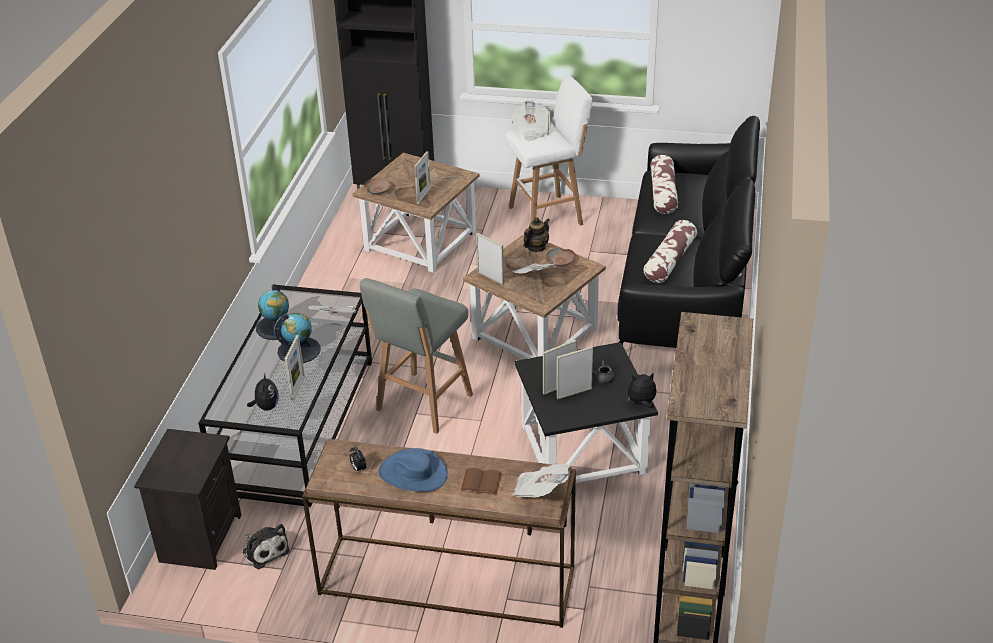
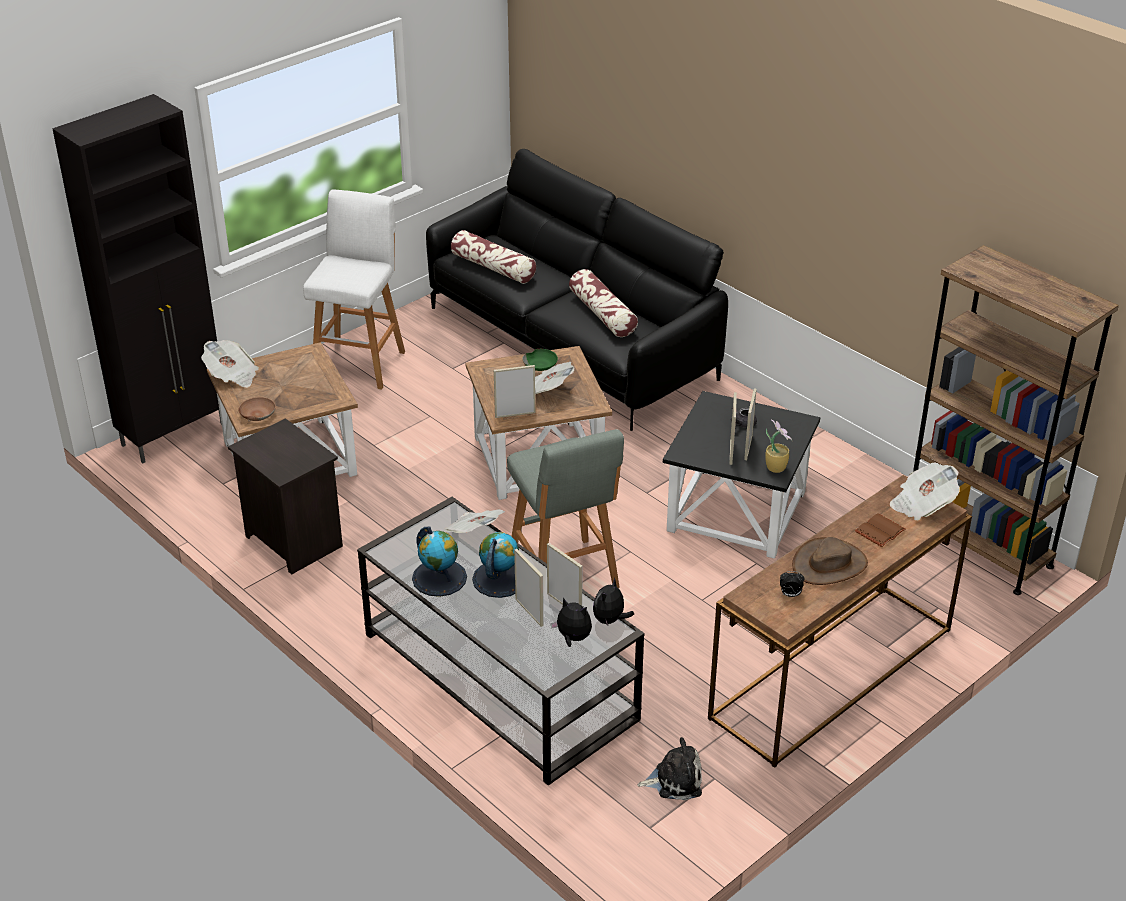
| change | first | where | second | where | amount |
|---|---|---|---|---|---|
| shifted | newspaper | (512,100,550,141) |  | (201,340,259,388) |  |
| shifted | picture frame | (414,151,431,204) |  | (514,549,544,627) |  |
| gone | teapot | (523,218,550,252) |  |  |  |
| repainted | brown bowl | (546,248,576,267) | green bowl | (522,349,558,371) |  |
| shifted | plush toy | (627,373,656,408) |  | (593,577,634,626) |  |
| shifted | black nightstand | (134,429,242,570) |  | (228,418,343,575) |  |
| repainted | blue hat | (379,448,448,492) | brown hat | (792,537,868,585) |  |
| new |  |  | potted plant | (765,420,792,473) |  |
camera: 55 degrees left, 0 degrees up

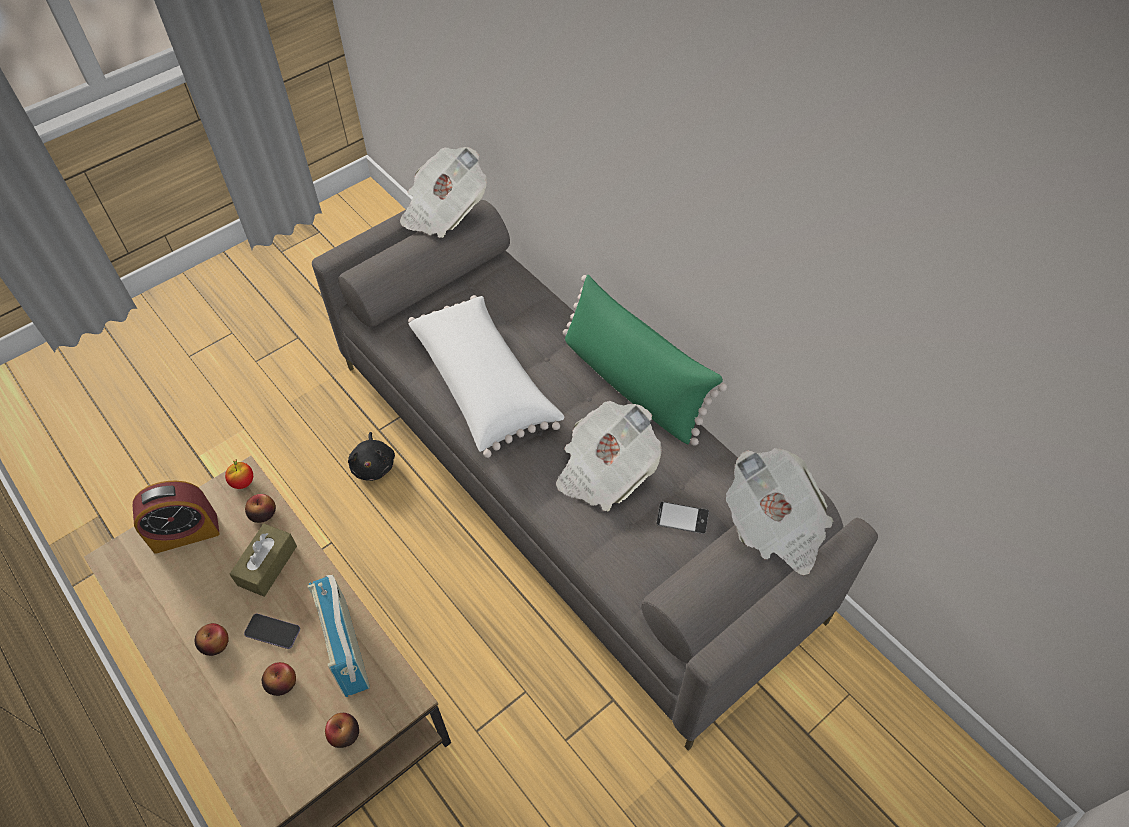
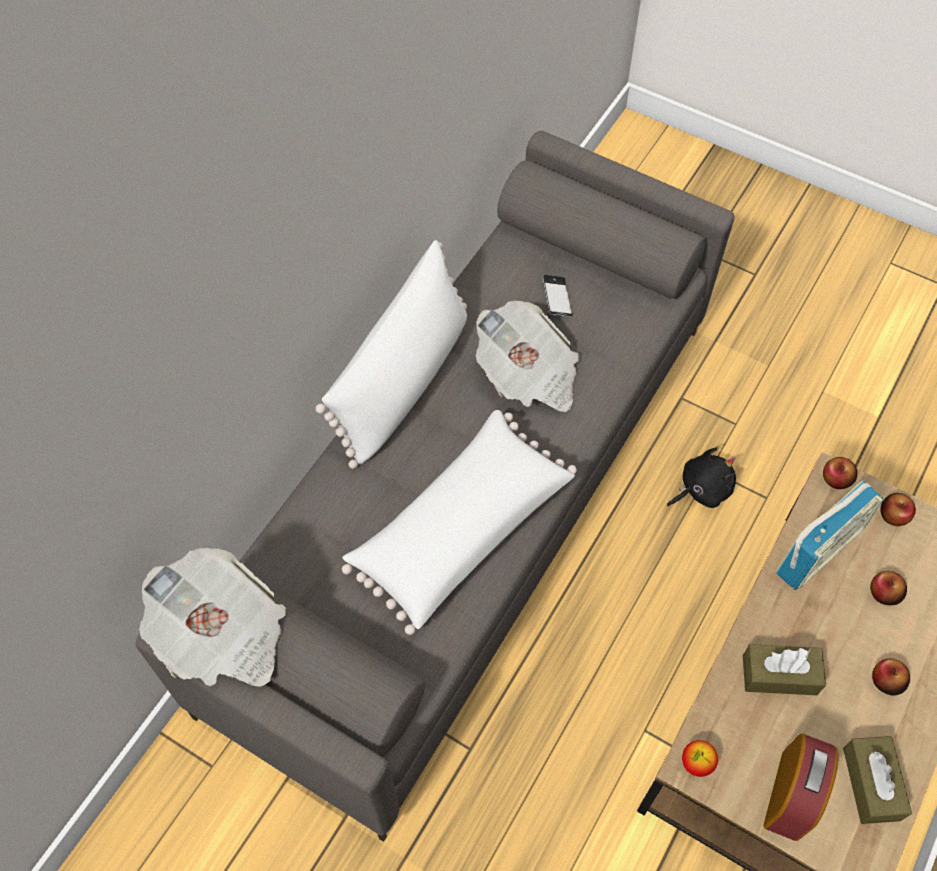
| change | first | where | second | where | amount |
|---|---|---|---|---|---|
| repainted | green pillow | (563,275,727,446) | white pillow | (316,240,467,469) |  |
| shifted | black plush toy | (348,432,395,481) |  | (667,447,736,508) |  |
| gone | newspaper | (726,448,833,575) |  |  |  |
| rotated | alarm clock | (133,481,219,554) |  | (763,734,838,841) | 60 degrees clockwise |
| shifted | apple | (245,494,276,523) |  | (823,457,857,489) |  |
| gone | phone | (244,614,300,649) |  |  |  |
| new |  |  | brown tissue box | (843,736,912,824) |  |
camera: 110 degrees left, 5 degrees up

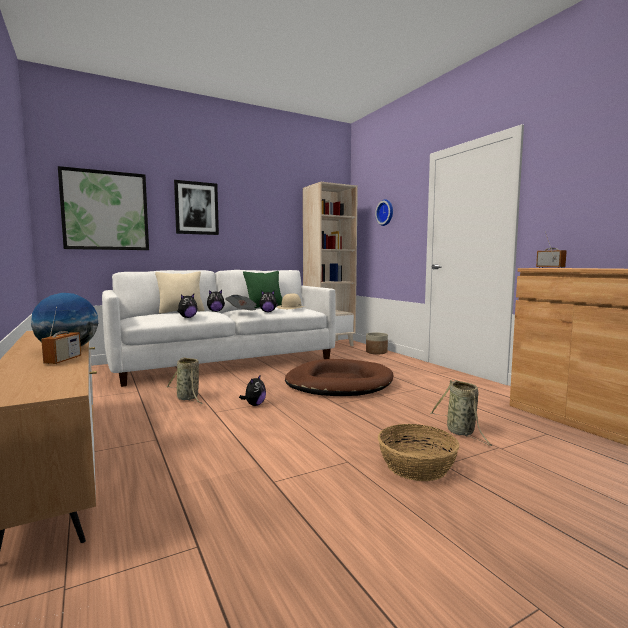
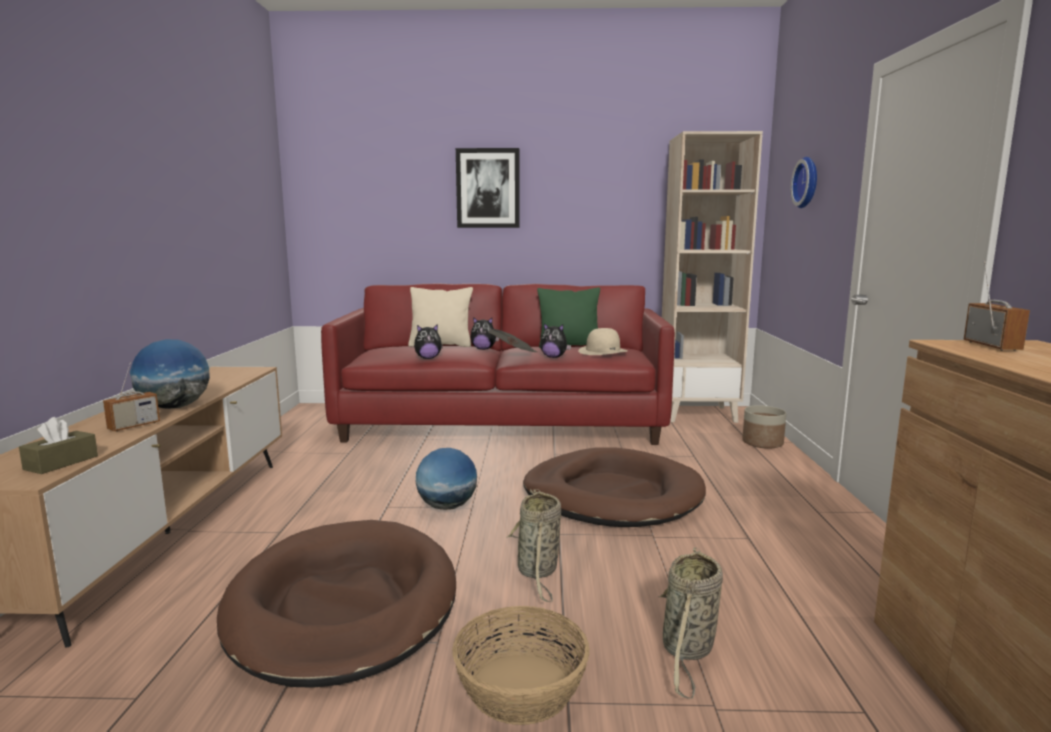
| change | first | where | second | where | amount |
|---|---|---|---|---|---|
| gone | picture | (58,166,149,250) |  |  |  |
| repainted | white sofa | (102,270,336,387) | red sofa | (321,283,675,445) |  |
| shifted | basket | (167,357,203,404) |  | (506,489,561,602) |  |
| swapped | plush toy | (239,374,266,406) | globe | (416,448,477,510) |  |
| new |  |  | brown tissue box | (19,417,98,474) |  |
| new |  |  | brown dog bed | (217,520,456,688) |  |
camera: 30 degrees right, 5 degrees up

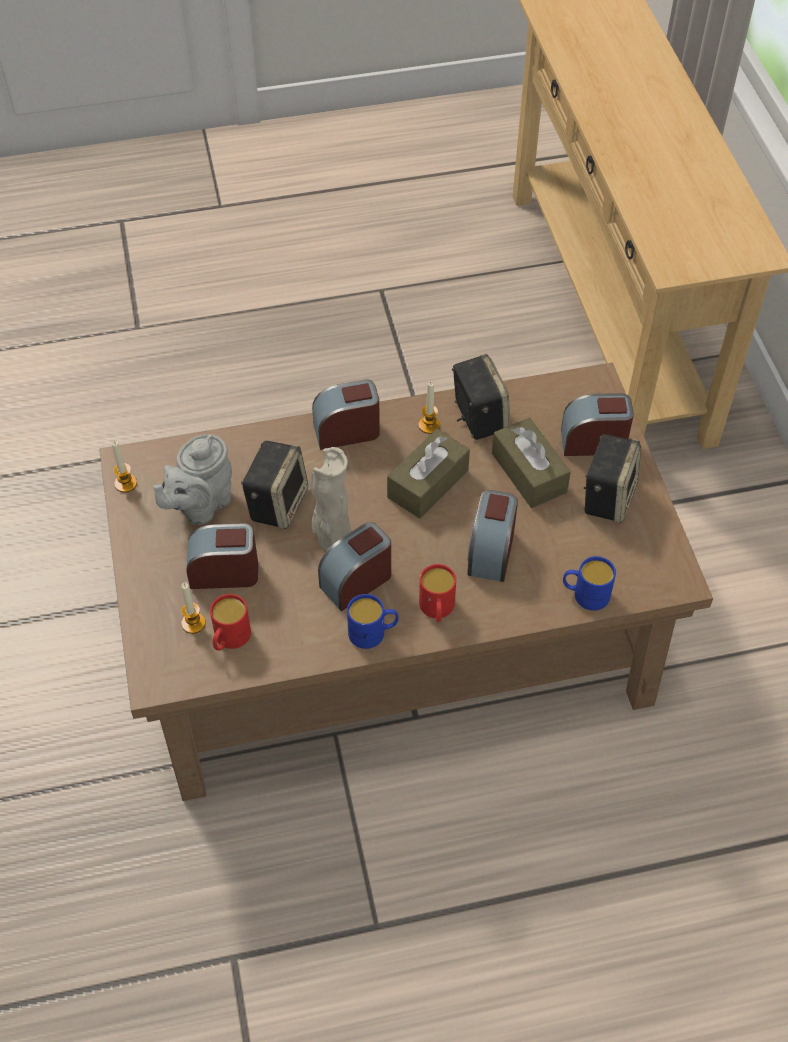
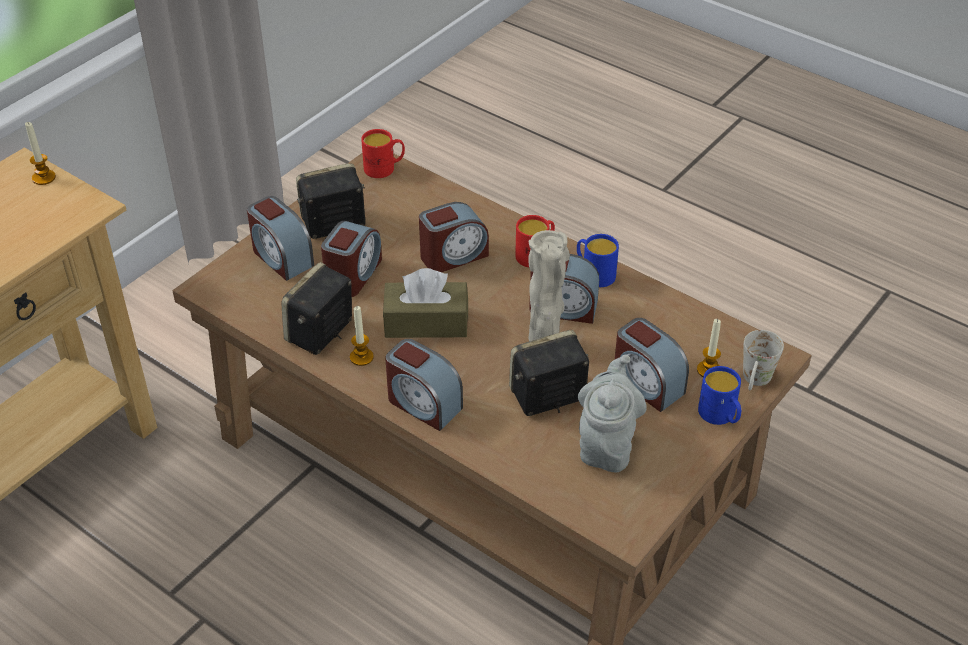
| change | first | where | second | where | amount |
|---|---|---|---|---|---|
| swapped | brown tissue box | (492,418,571,508) | alarm clock | (321,221,382,297) |  |
| rotated | grey teapot | (154,434,232,525) |  | (578,354,646,472) | 75 degrees counterclockwise |
| shifted | candle | (112,440,137,493) |  | (25,122,56,185) |  |
| shifted | blue mug | (563,556,616,611) |  | (698,366,741,425) |  |
| shifted | red mug | (210,594,251,651) |  | (361,129,405,178) |  |
| new |  |  | white mug | (743,330,784,390) |  |
camera: 130 degrees left, 10 degrees down

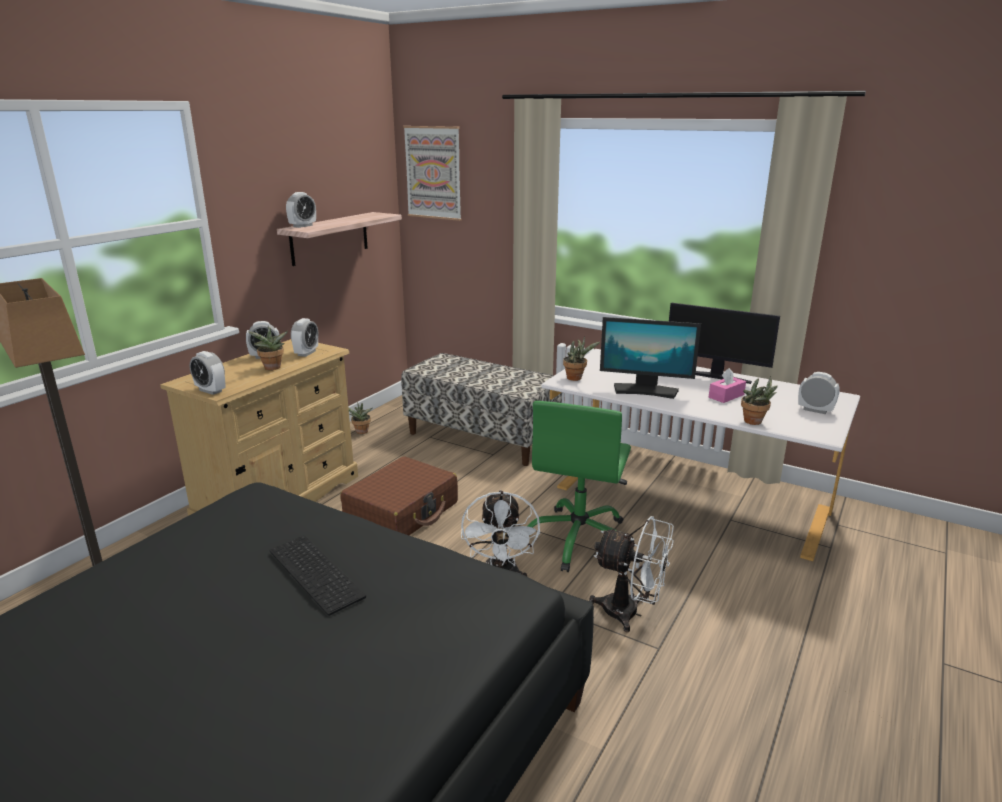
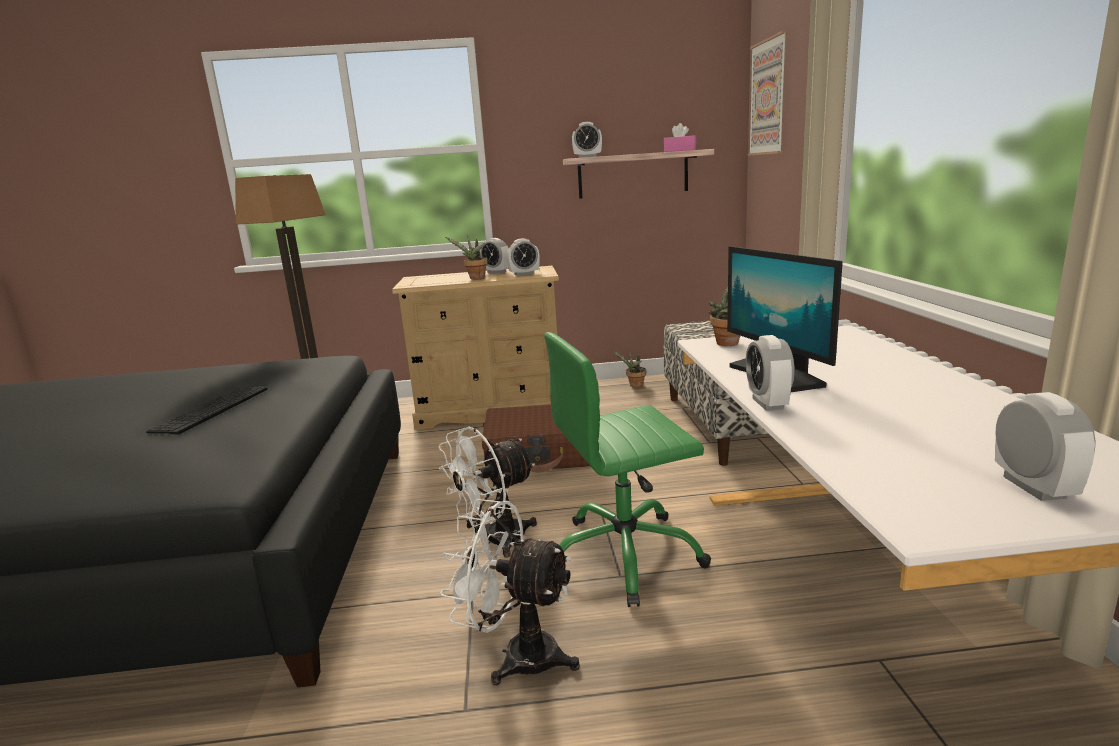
| change | first | where | second | where | amount |
|---|---|---|---|---|---|
| gone | monitor | (669,303,780,384) |  |  |  |
| shifted | alarm clock | (190,351,226,395) |  | (746,335,795,411) |  |
| shifted | pink tissue box | (709,368,746,403) |  | (664,123,696,152) |  |
| gone | potted plant | (741,376,778,425) |  |  |  |
| rotated | white fan | (589,516,674,632) |  | (440,499,580,685) | 120 degrees clockwise |
camera: 55 degrees right, 5 degrees down

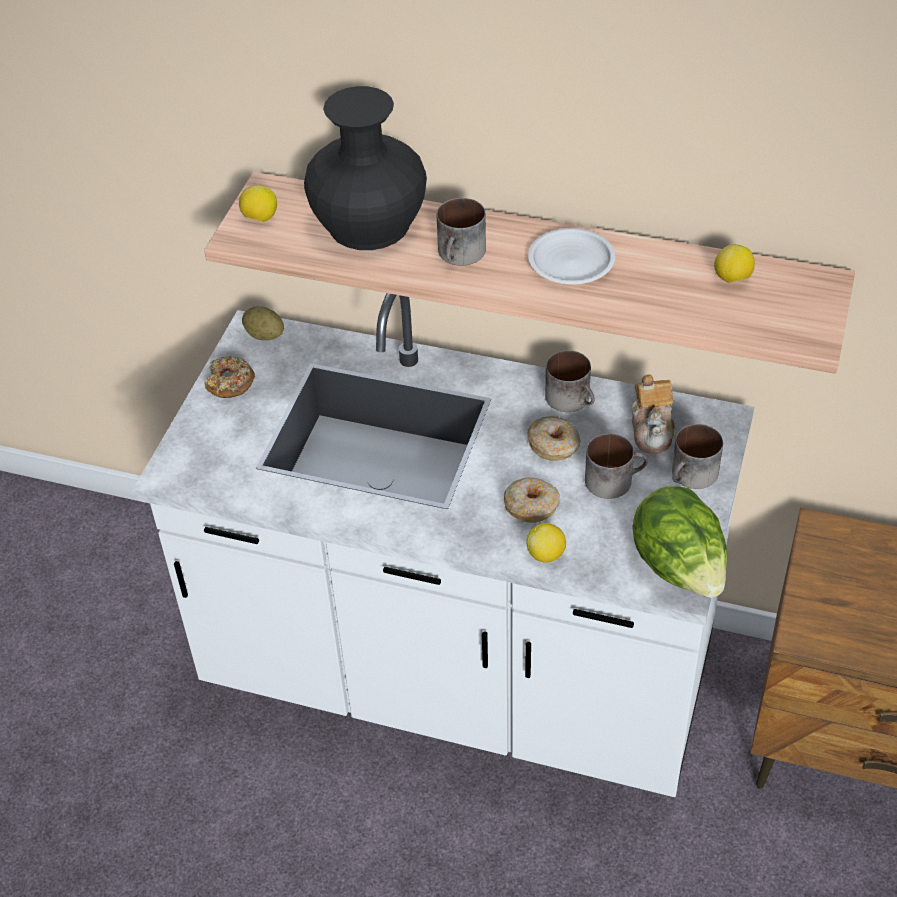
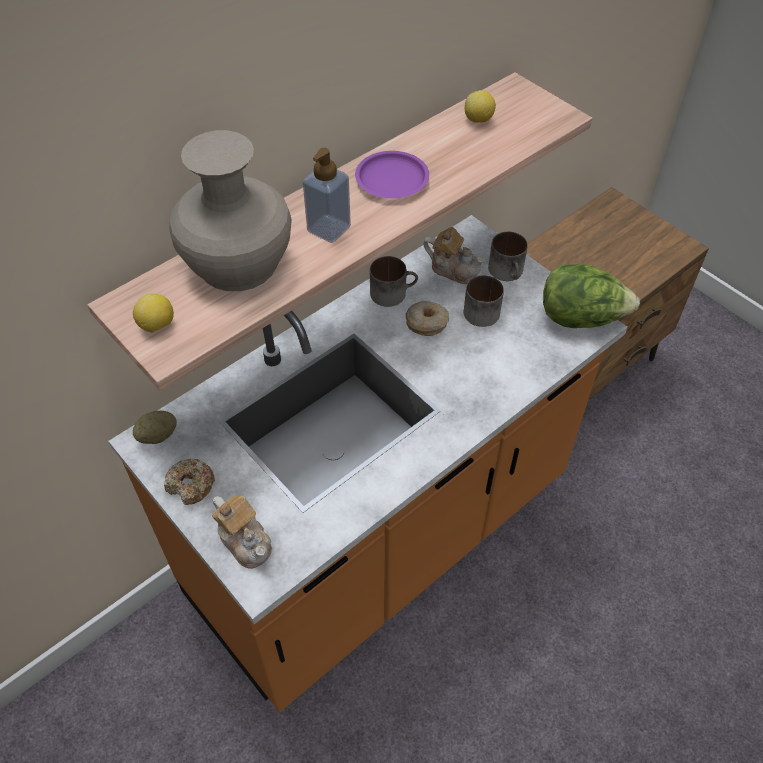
| change | first | where | second | where | amount |
|---|---|---|---|---|---|
| repainted | black vase | (304,86,427,250) | beige vase | (169,130,292,291) |  |
| swapped | mug | (437,198,486,266) | soap dispenser | (303,148,351,243) |  |
| repainted | white plate | (528,228,615,284) | purple plate | (355,151,429,199) |  |
| repainted | white counter | (132,293,754,797) | orange counter | (108,215,628,712) |  |
| gone | donut | (504,477,560,523) |  |  |  |
| gone | lemon | (526,523,566,563) |  |  |  |
| new |  |  | teapot | (212,495,272,569) |  |
camera: 60 degrees left, 5 degrees up

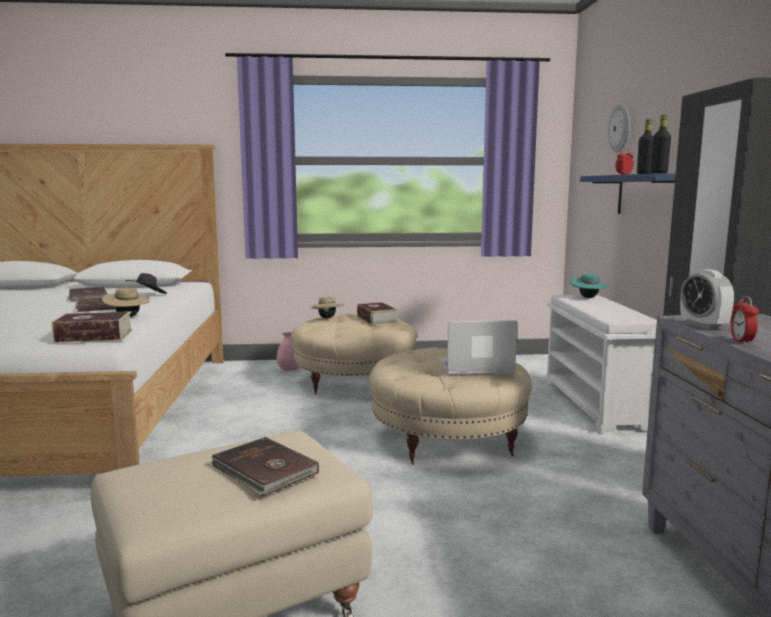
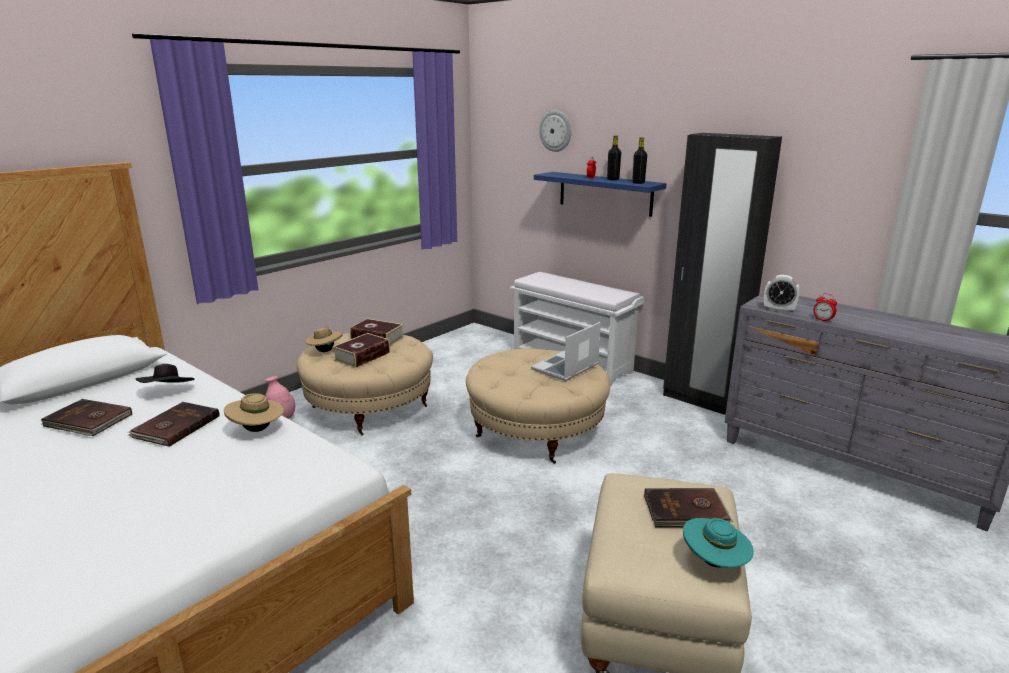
| change | first | where | second | where | amount |
|---|---|---|---|---|---|
| shifted | turquoise hat | (570,274,608,298) |  | (683,518,754,568) |  |
| shifted | book | (51,311,133,343) |  | (332,333,390,368) |  |
camera: 45 degrees left, 10 degrees up

